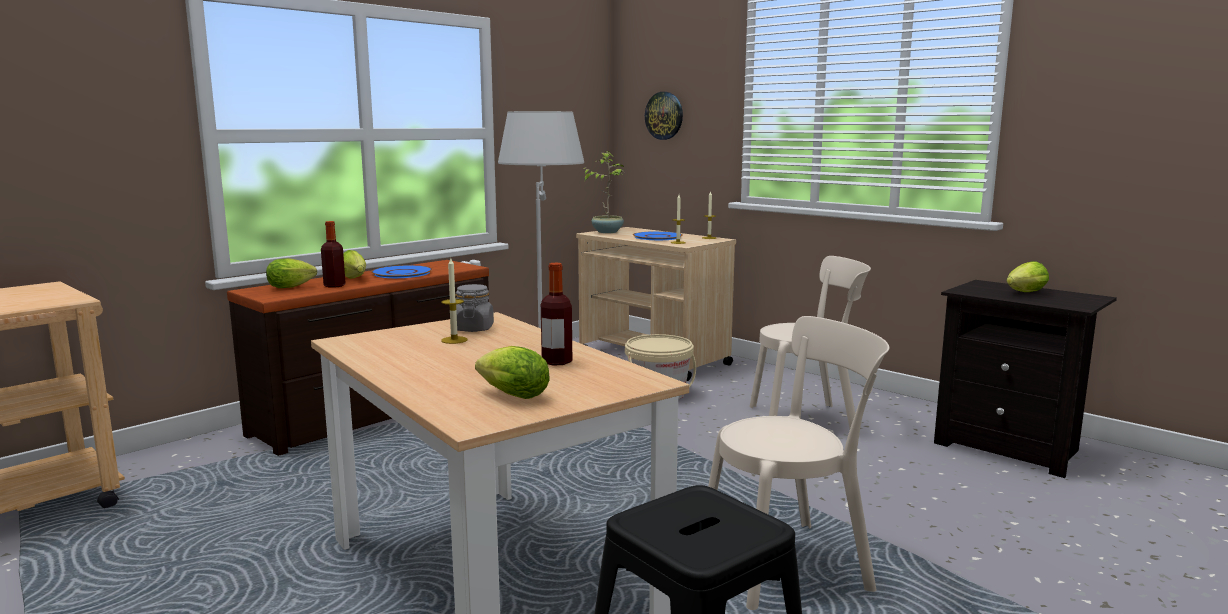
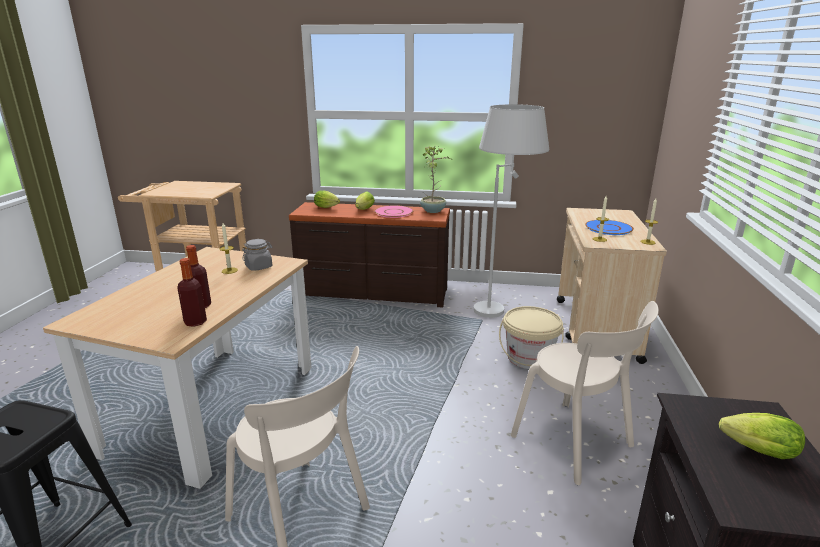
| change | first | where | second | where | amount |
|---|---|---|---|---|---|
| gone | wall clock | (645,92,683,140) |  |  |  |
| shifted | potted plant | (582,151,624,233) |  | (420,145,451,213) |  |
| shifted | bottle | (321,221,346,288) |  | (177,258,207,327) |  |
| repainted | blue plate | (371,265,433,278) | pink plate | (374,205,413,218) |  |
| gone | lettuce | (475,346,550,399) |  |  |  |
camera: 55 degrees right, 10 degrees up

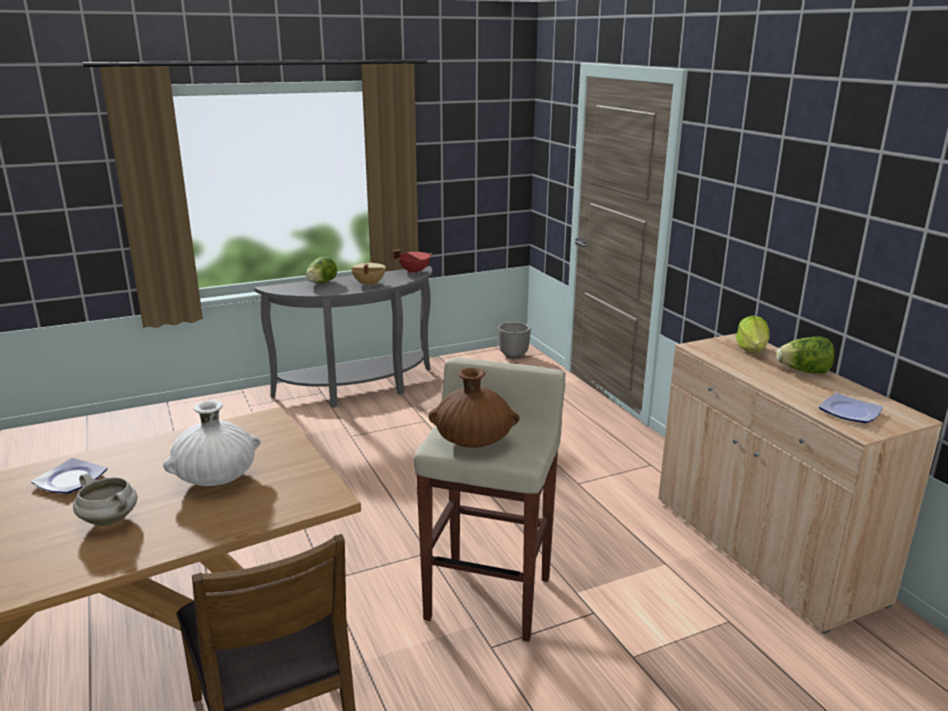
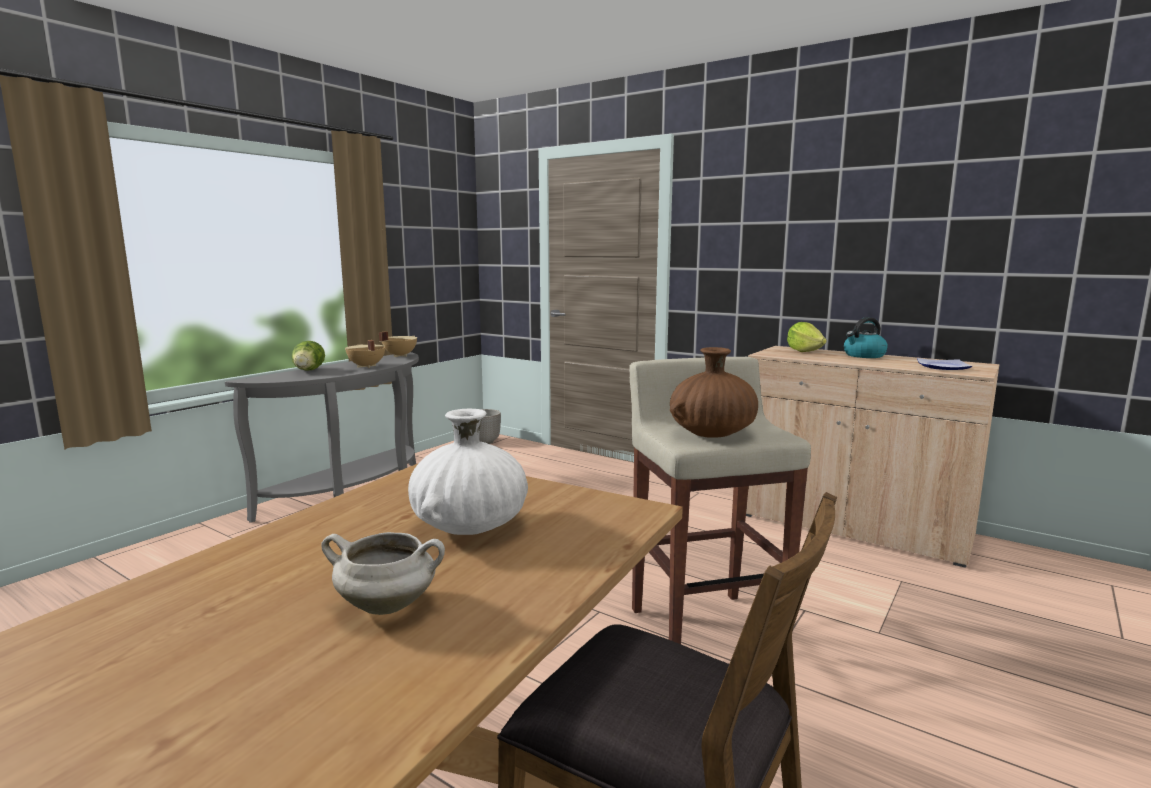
| change | first | where | second | where | amount |
|---|---|---|---|---|---|
| repainted | red cooking pot | (392,250,433,274) | beige cooking pot | (379,331,417,357) |  |
| swapped | lettuce | (777,336,834,373) | kettle | (844,317,888,358) |  |
| gone | plate | (31,458,108,494) |  |  |  |
camera: 30 degrees left, 10 degrees down

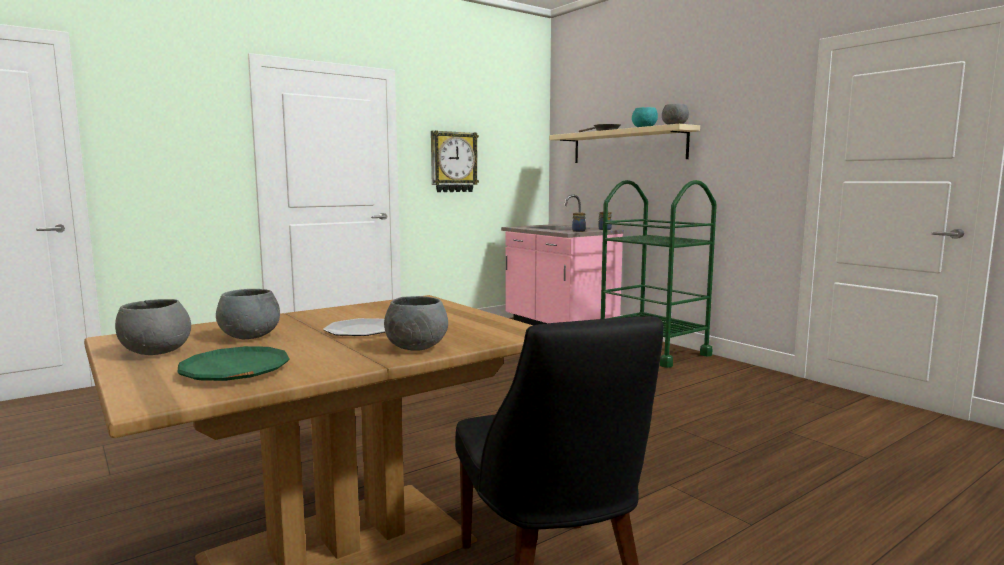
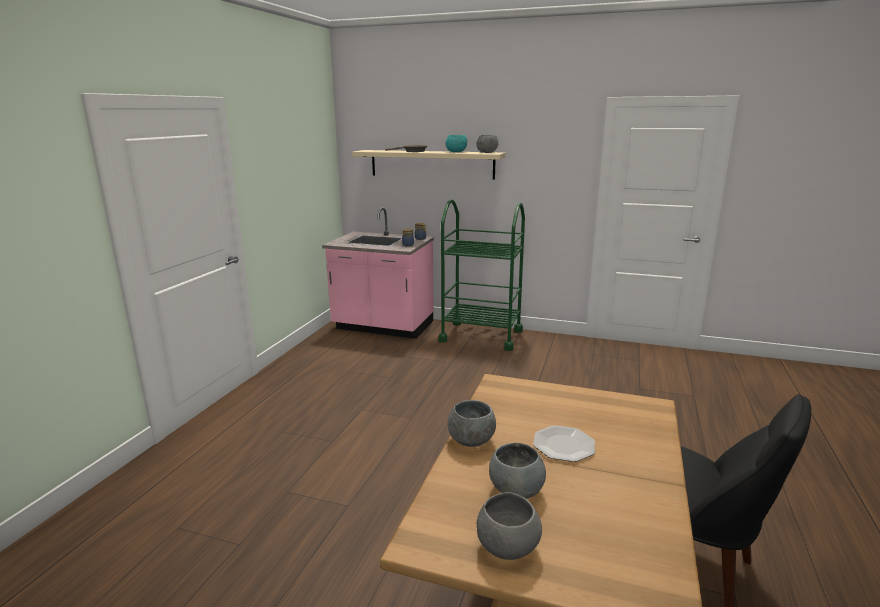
| change | first | where | second | where | amount |
|---|---|---|---|---|---|
| gone | wall clock | (431,130,479,192) |  |  |  |
| shifted | grey bowl | (384,296,448,351) |  | (448,400,496,447) |  |
| gone | green plate | (177,346,289,381) |  |  |  |
camera: 35 degrees left, 10 degrees up

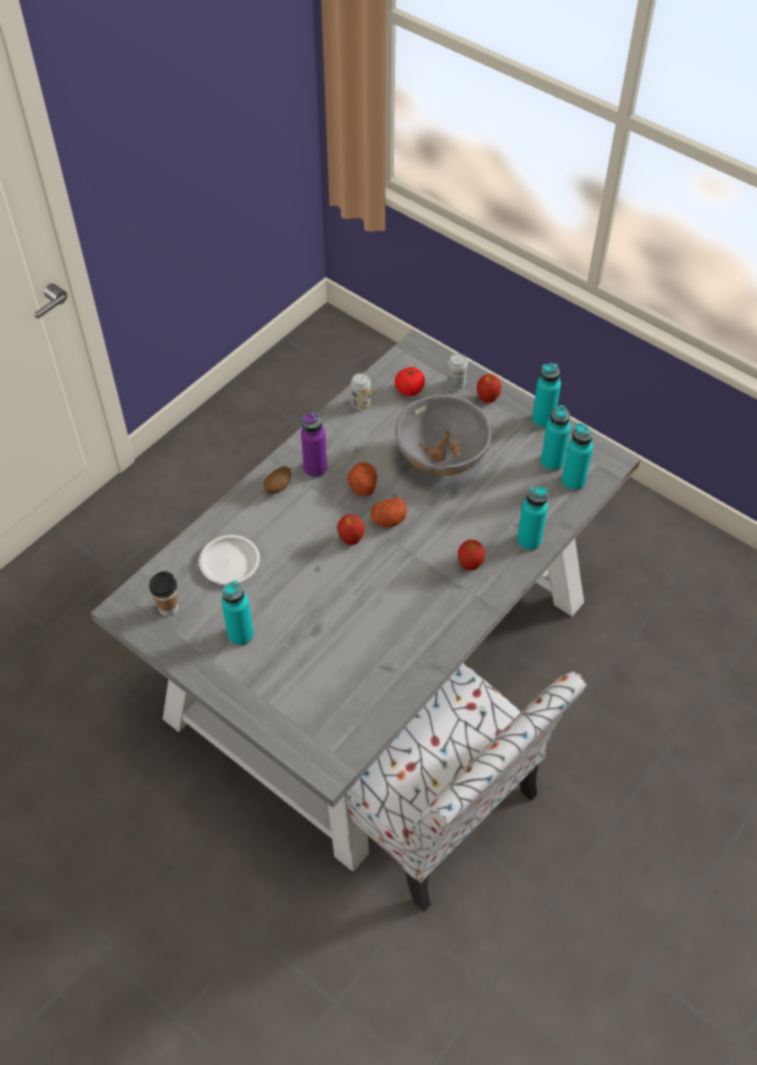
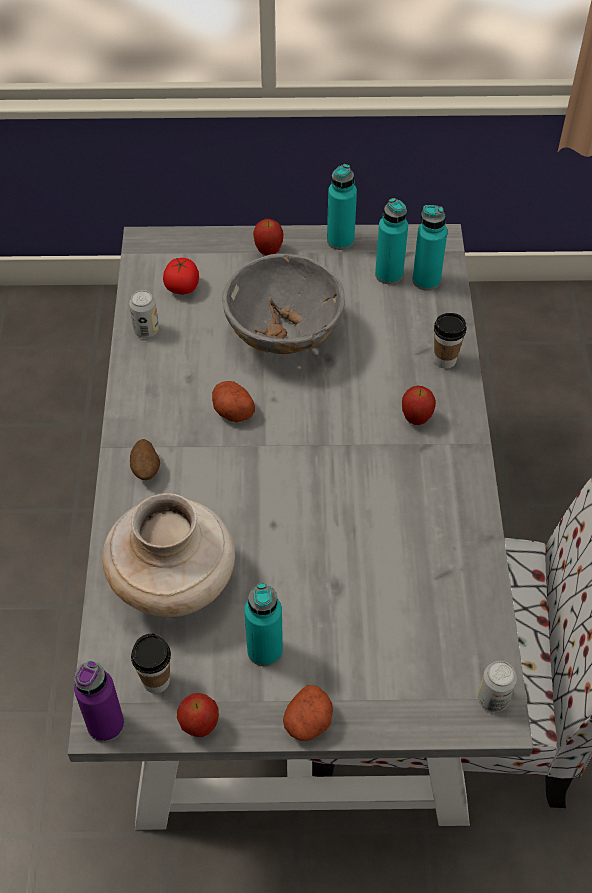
| change | first | where | second | where | amount |
|---|---|---|---|---|---|
| shifted | can | (447,353,468,390) |  | (478,661,517,712) |  |
| shifted | purple bottle | (301,413,327,478) |  | (74,661,125,743) |  |
| swapped | turquoise bottle | (517,486,549,551) | cup | (434,313,466,369) |  |
| shifted | potato | (371,498,407,527) |  | (283,685,333,741) |  |
| shifted | apple | (337,515,365,545) |  | (177,693,219,737) |  |
| swapped | white plate | (199,535,260,585) | beige vase | (102,493,235,617) |  |
camera: 40 degrees left, 0 degrees up

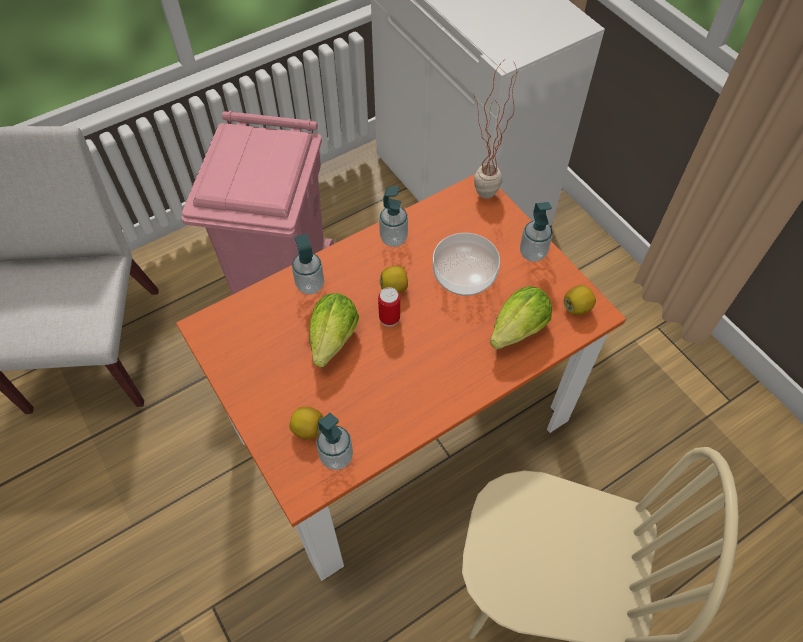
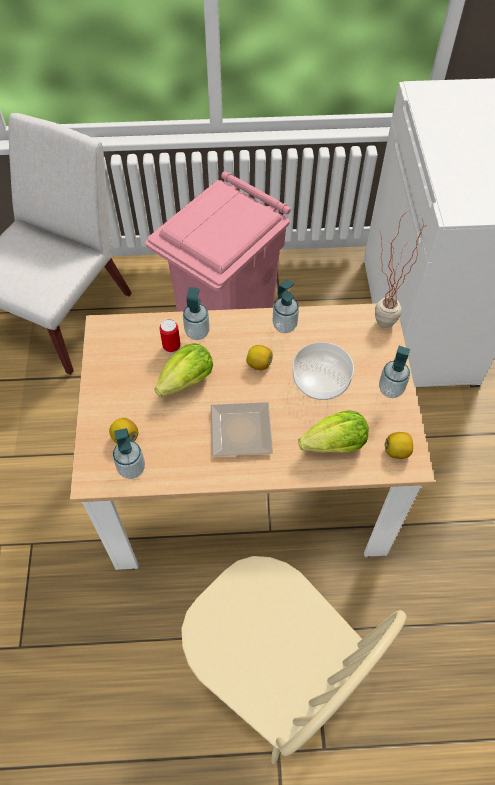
| change | first | where | second | where | amount |
|---|---|---|---|---|---|
| repainted | orange dining table | (176,174,626,581) | beige dining table | (70,303,435,570) |  |
| shifted | can | (378,287,400,327) |  | (160,319,181,353) |  |
| new |  |  | plate | (211,402,273,457) |  |
camera: 30 degrees right, 0 degrees up

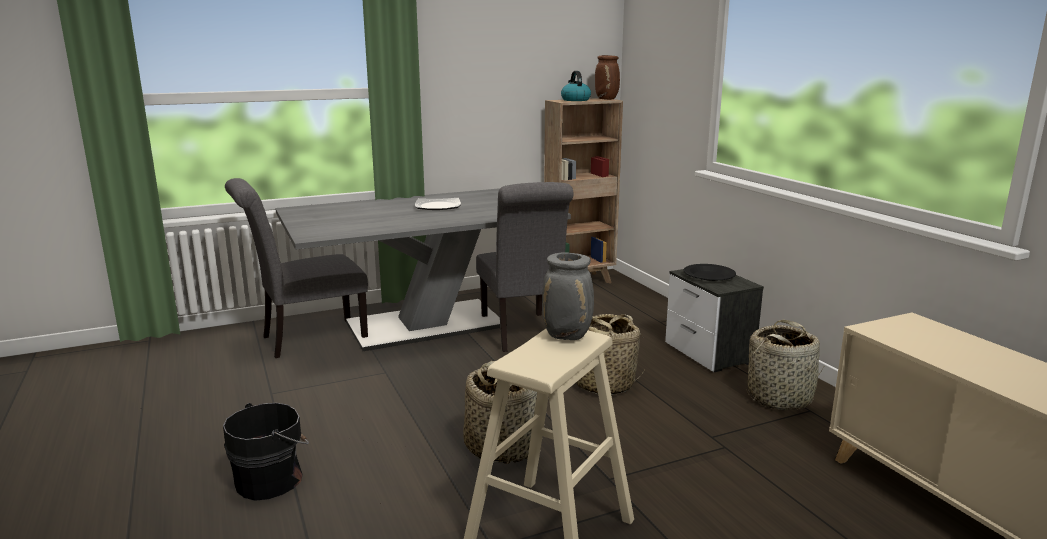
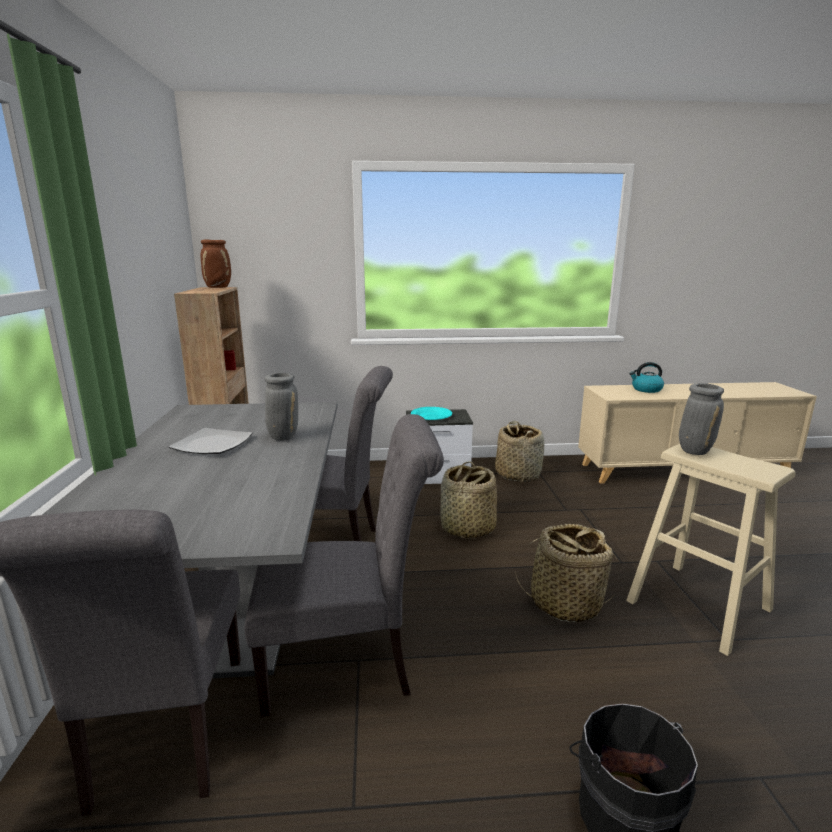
| change | first | where | second | where | amount |
|---|---|---|---|---|---|
| shifted | kettle | (561,71,591,101) |  | (629,362,664,393) |  |
| repainted | black plate | (684,264,736,281) | turquoise plate | (411,407,452,420) |  |
| new |  |  | grey vase | (265,373,298,441) |  |
| new |  |  | grey chair | (245,414,444,717) |  |
camera: 70 degrees left, 0 degrees up

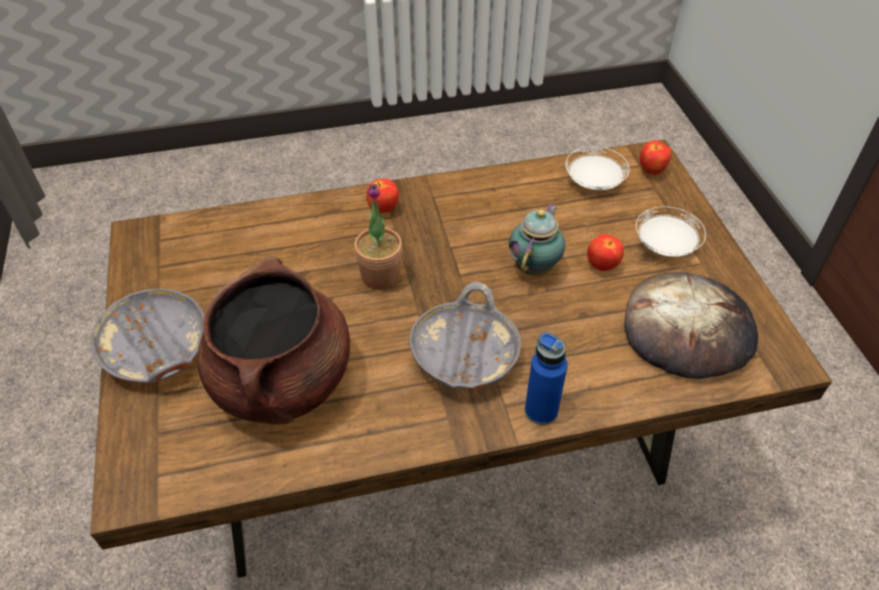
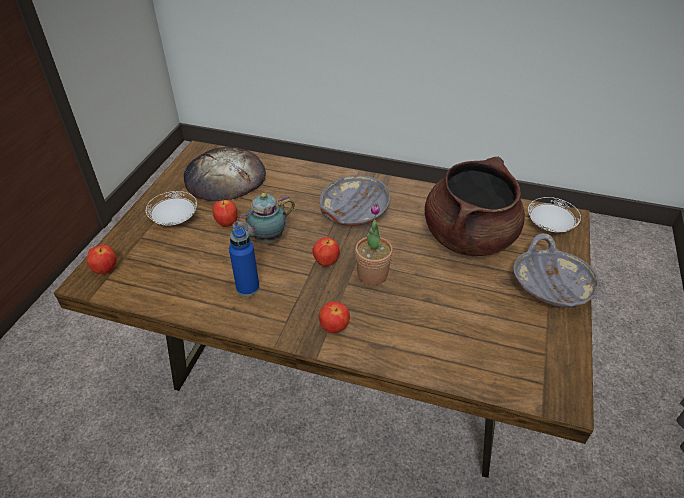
| change | first | where | second | where | amount |
|---|---|---|---|---|---|
| shifted | white plate | (566,146,630,190) |  | (528,197,581,232) |  |
| shifted | blue bottle | (525,332,568,425) |  | (229,226,259,296) |  |
| new |  |  | apple | (312,237,340,266) |  |
camera: 150 degrees left, 5 degrees down

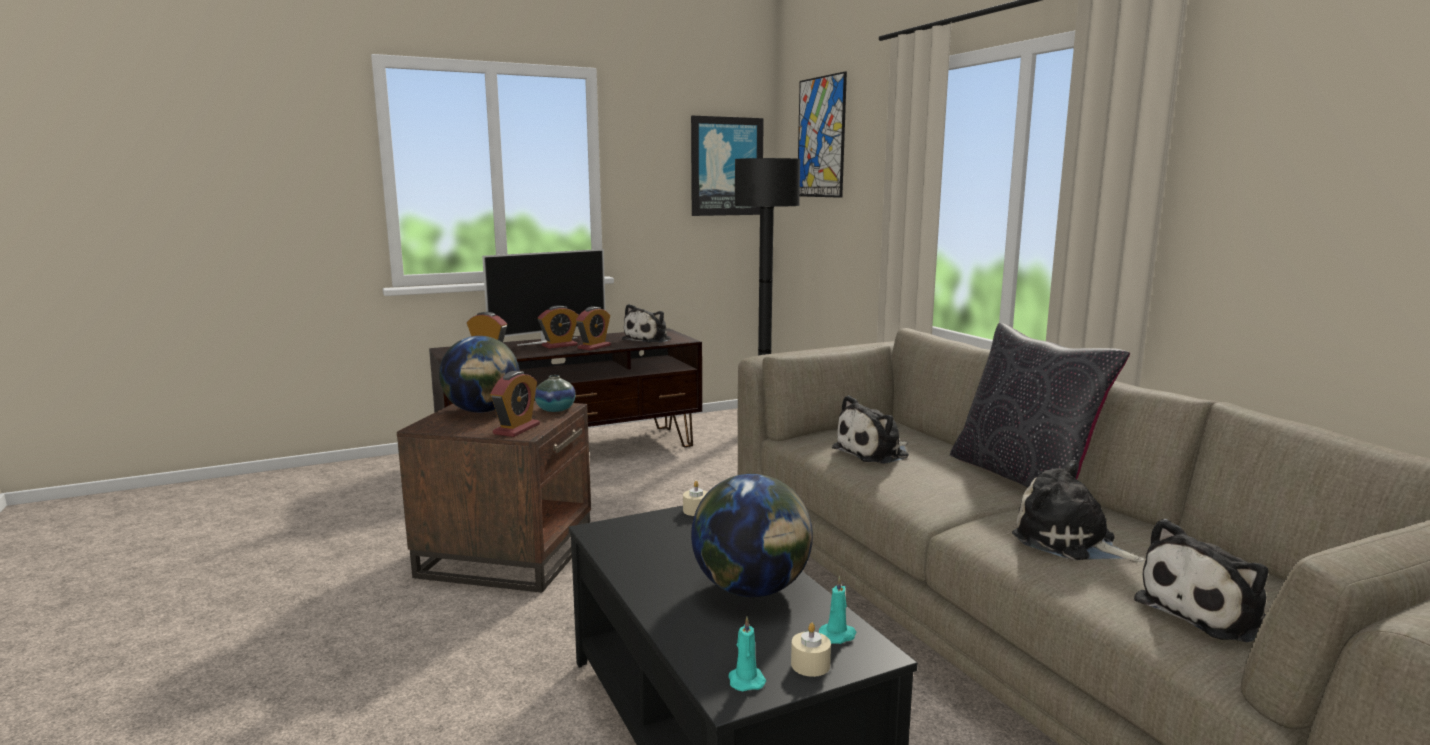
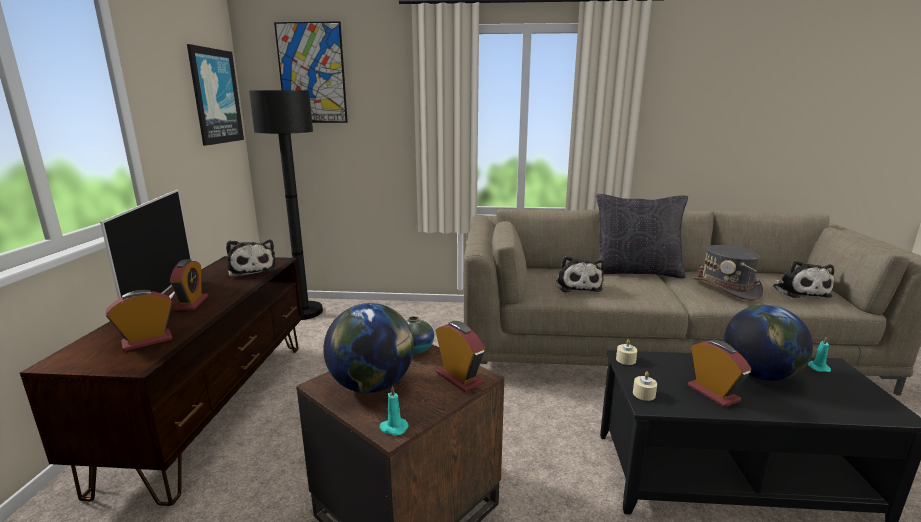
| change | first | where | second | where | amount |
|---|---|---|---|---|---|
| shifted | alarm clock | (576,307,611,350) |  | (687,340,751,407) |  |
| swapped | plush toy | (1012,460,1144,562) | grey hat | (693,245,764,301) |  |
| shifted | turquoise candle | (728,616,766,691) |  | (380,386,409,436) |  |
| shifted | beige candle | (791,623,831,677) |  | (633,371,657,401) |  |
camera: 60 degrees left, 5 degrees up

